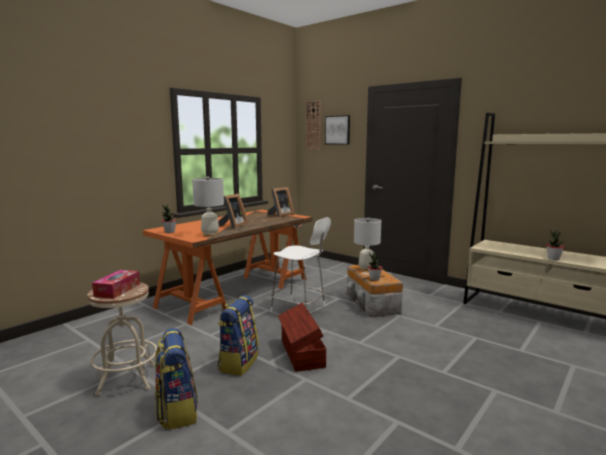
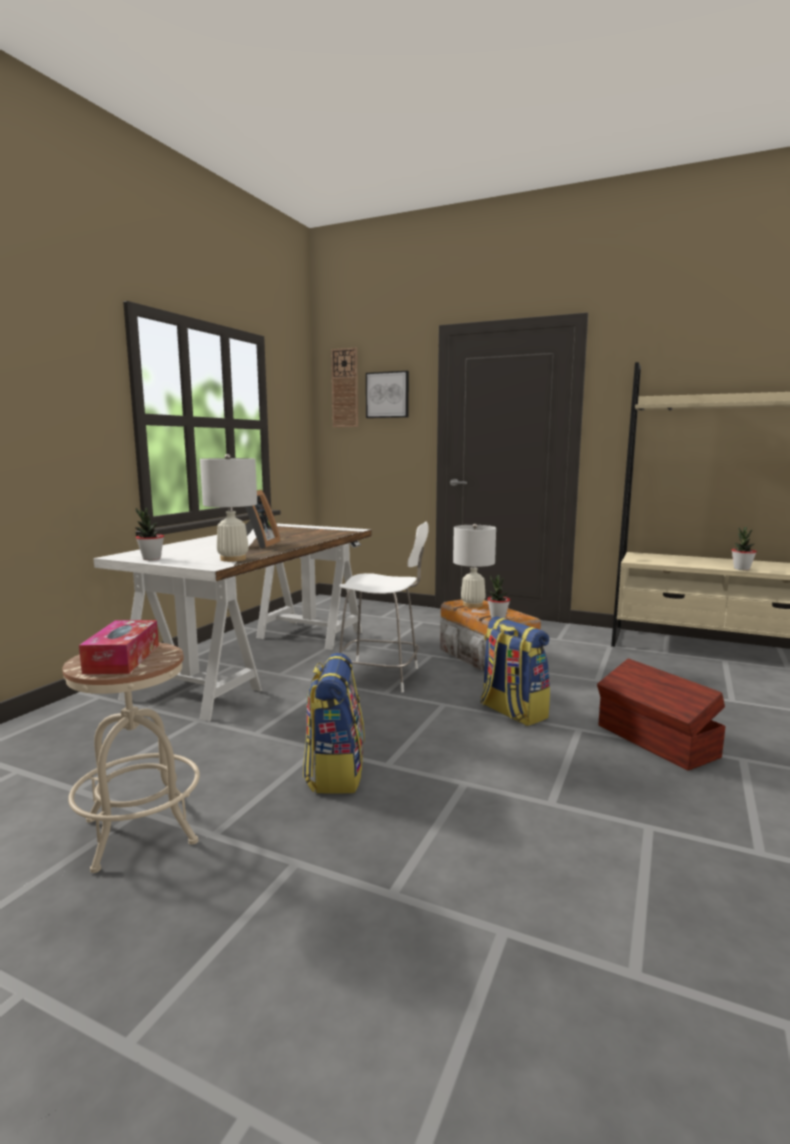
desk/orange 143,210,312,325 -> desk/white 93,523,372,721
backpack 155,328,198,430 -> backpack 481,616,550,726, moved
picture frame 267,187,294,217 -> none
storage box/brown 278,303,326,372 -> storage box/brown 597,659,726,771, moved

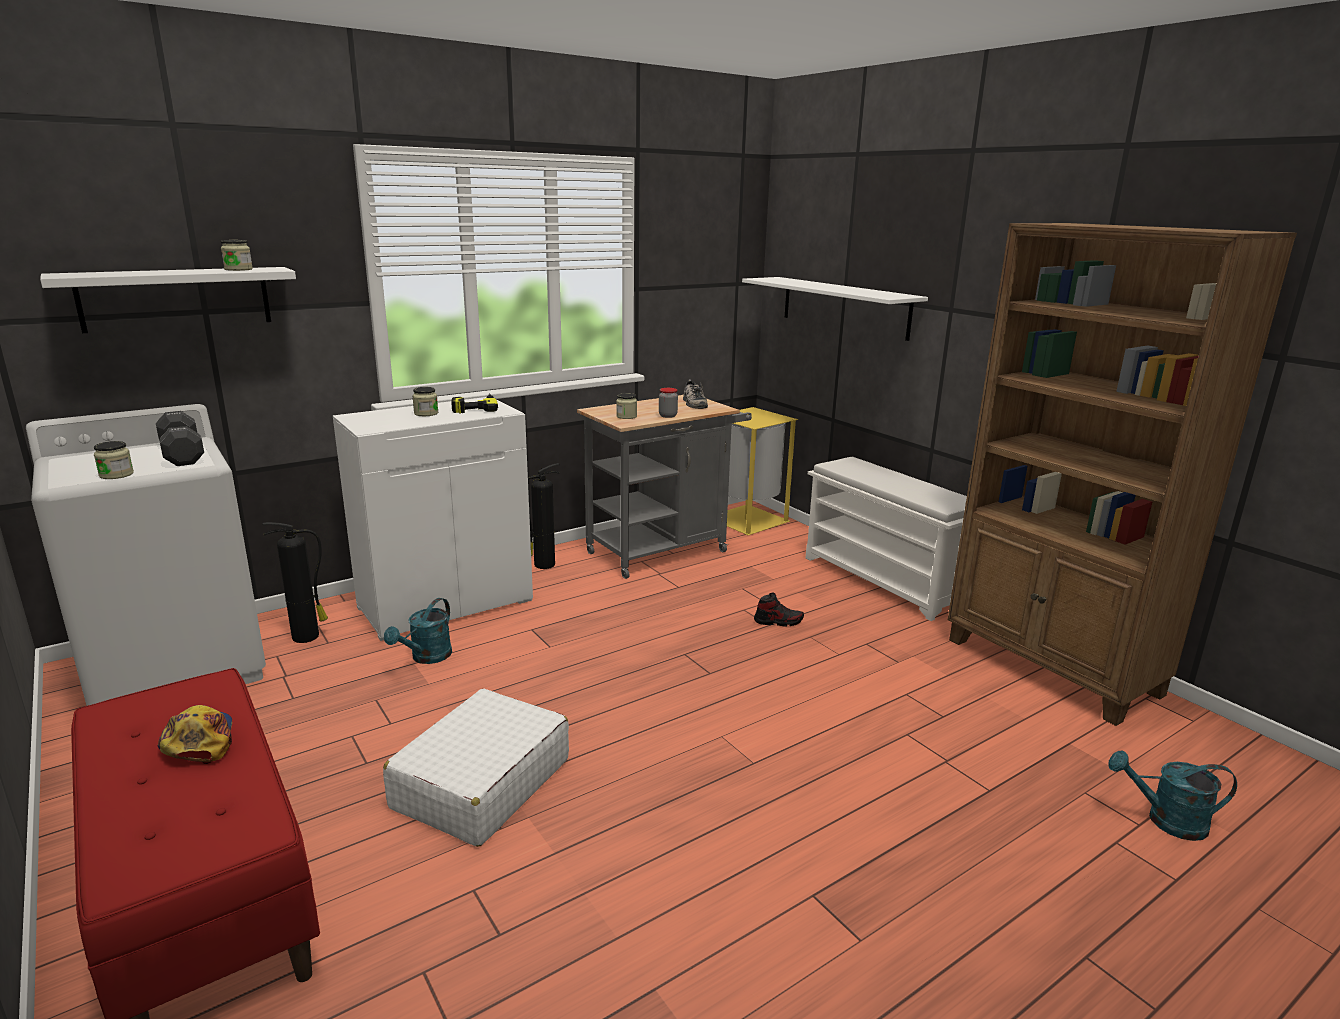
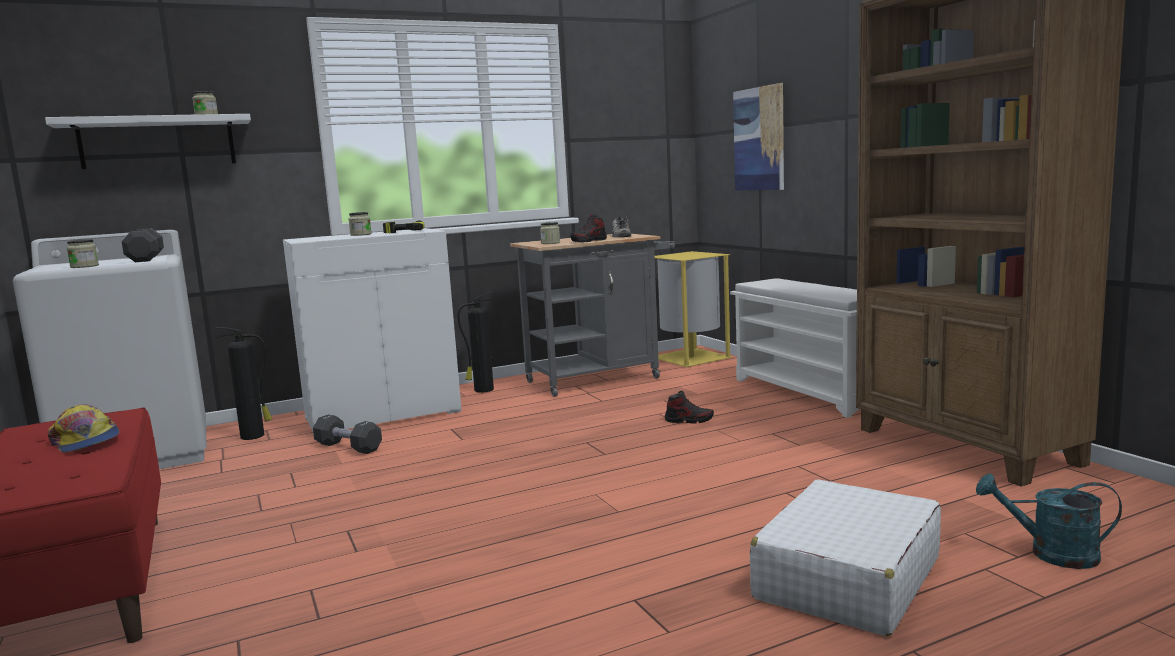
cap 157,705,232,762 -> cap 48,404,119,452, 150 degrees clockwise
suitcase/white 383,689,569,847 -> suitcase/white 750,480,941,636, moved
watering can/turquoise 384,598,452,664 -> dumbbell/black 313,414,382,454
jar 659,388,678,418 -> shoe 570,214,607,242
shelf/white 742,277,928,341 -> picture 733,83,784,190

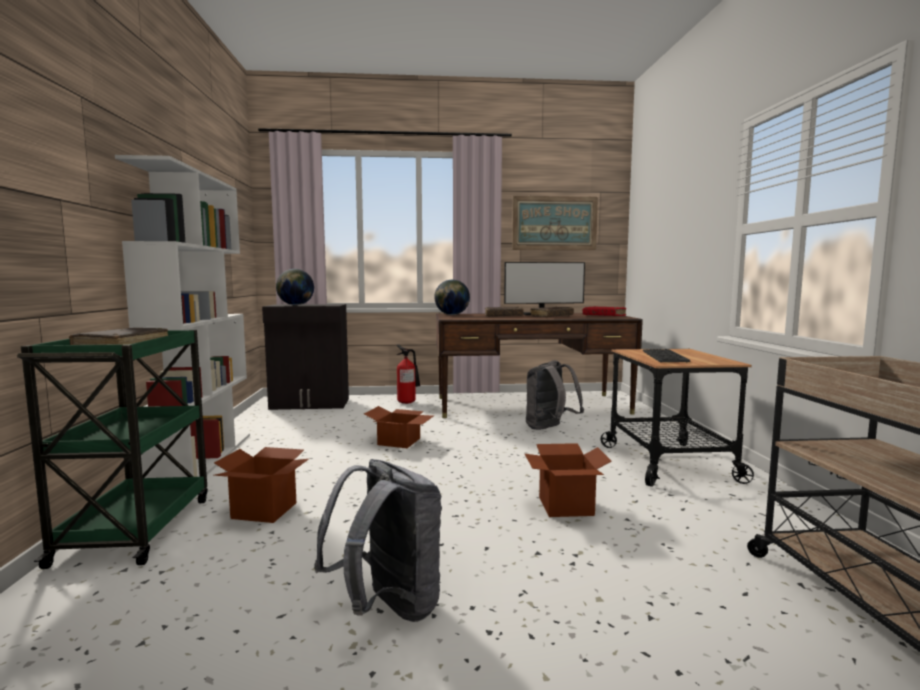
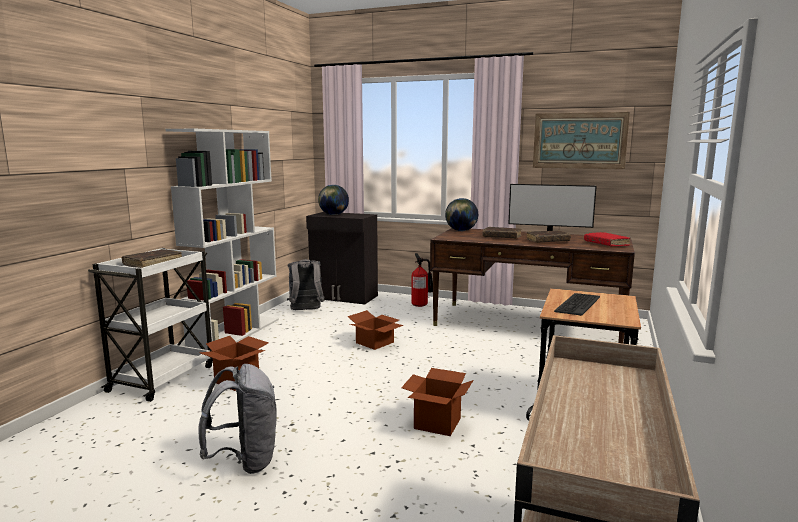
cart/green 17,330,208,569 -> cart/white 88,248,213,402
backpack/grey 526,360,584,430 -> backpack/grey 287,259,325,310, moved

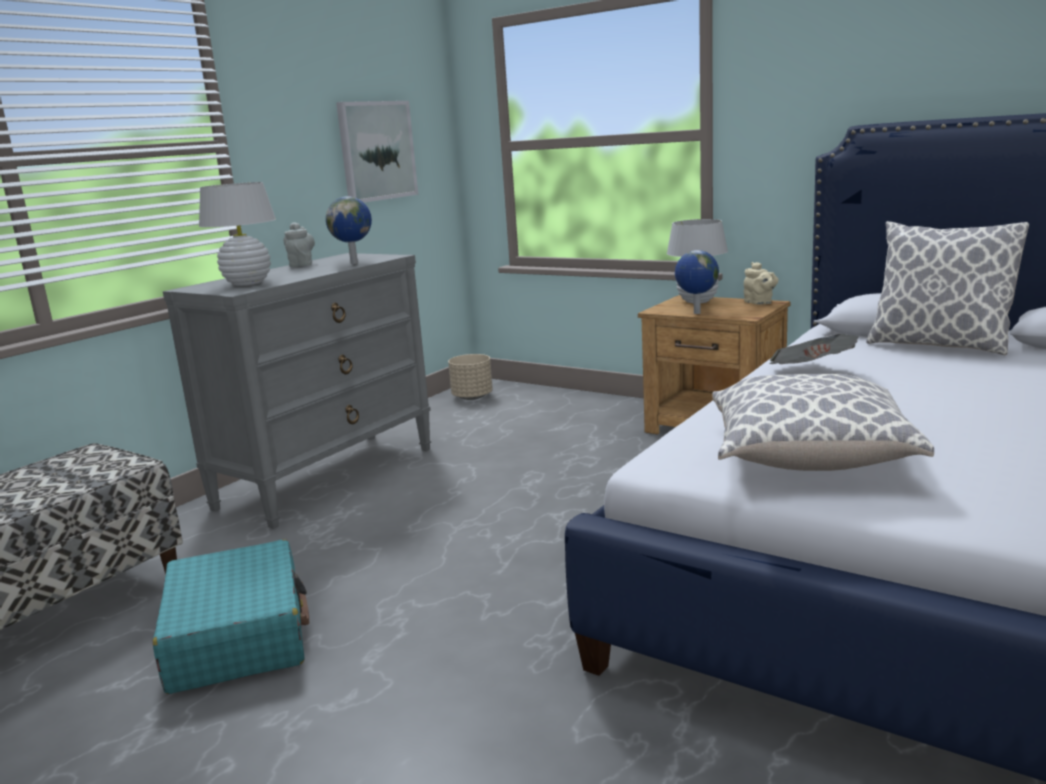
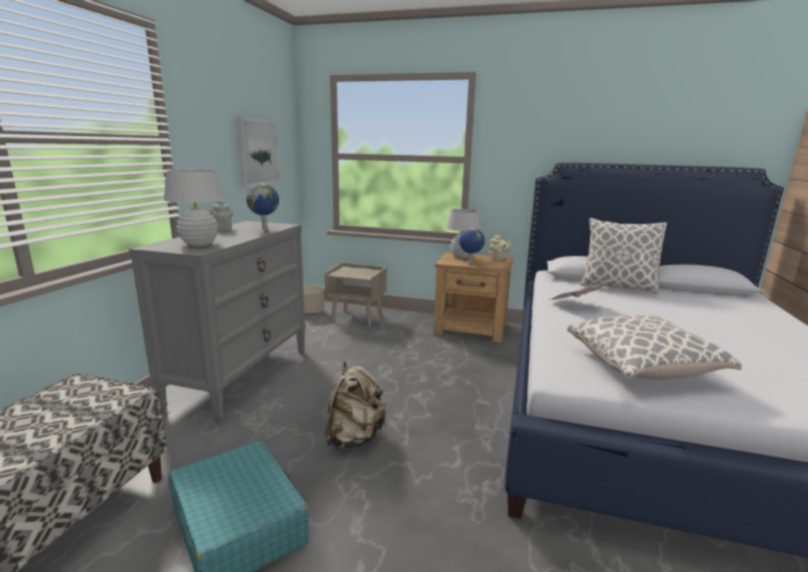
none -> nightstand/beige 325,263,387,327
none -> backpack/beige 325,361,386,450

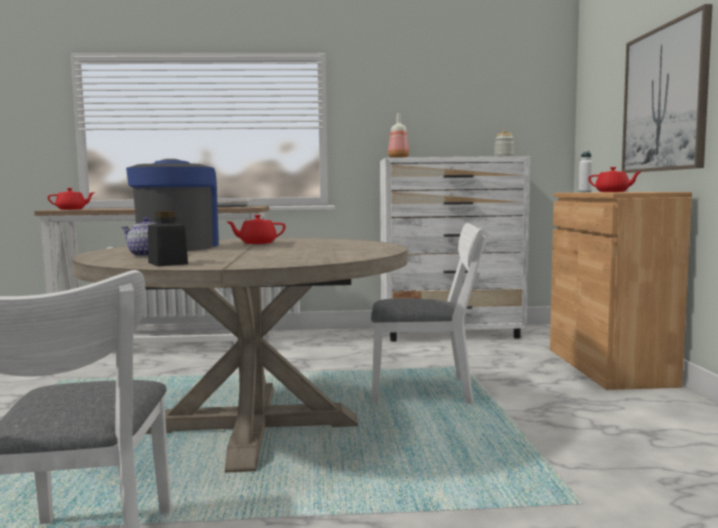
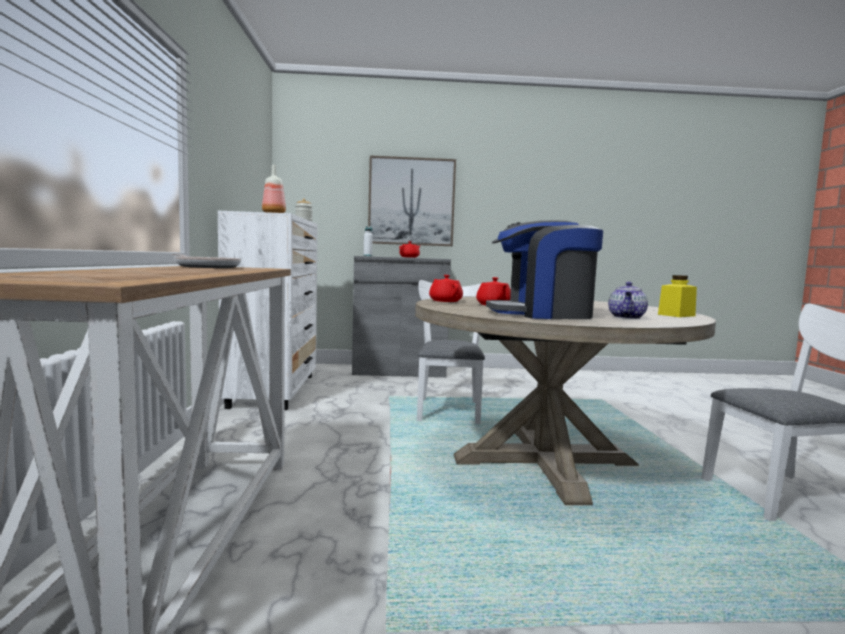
teapot/red 47,188,95,210 -> teapot/red 429,275,463,302, moved
jar/black 148,211,188,266 -> jar/yellow 658,275,697,317
cabinet/brown 550,192,692,390 -> cabinet/grey 352,256,451,377

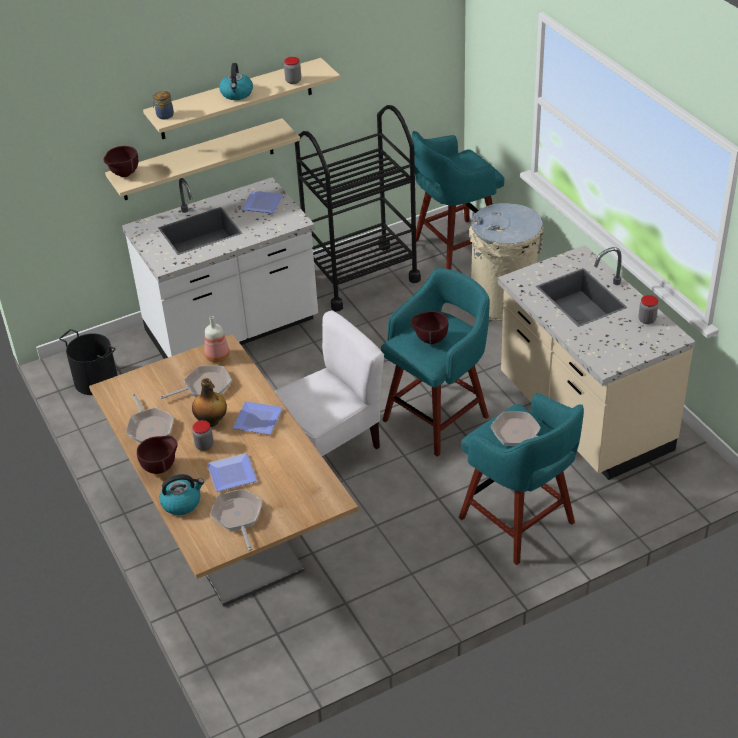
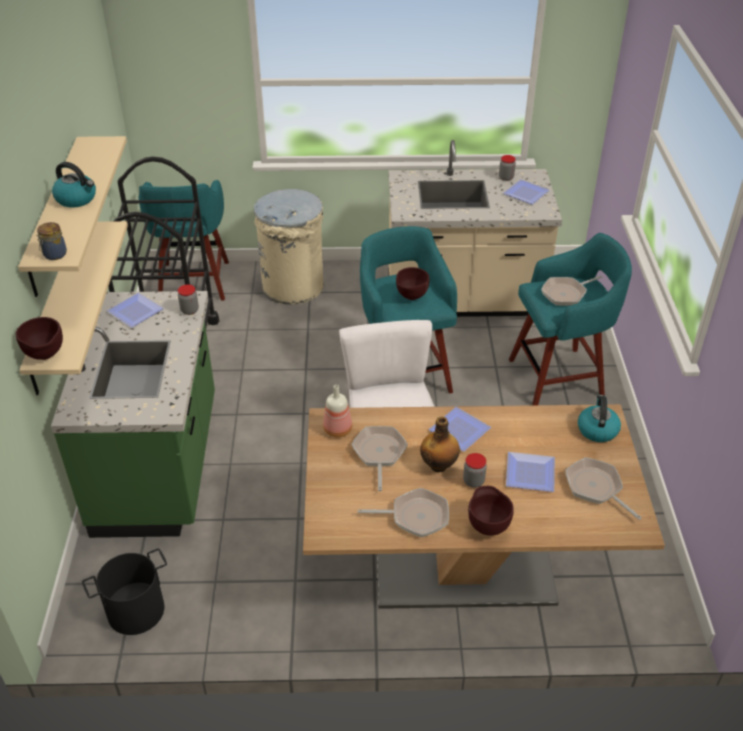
counter/white 122,177,318,359 -> counter/green 51,291,215,538
kettle 160,474,204,515 -> kettle 578,395,621,442, moved
frying pan 210,489,263,551 -> frying pan 565,457,642,520, 45 degrees clockwise
jar 284,57,301,84 -> jar 178,284,199,315, moved
none -> plate 503,179,550,205

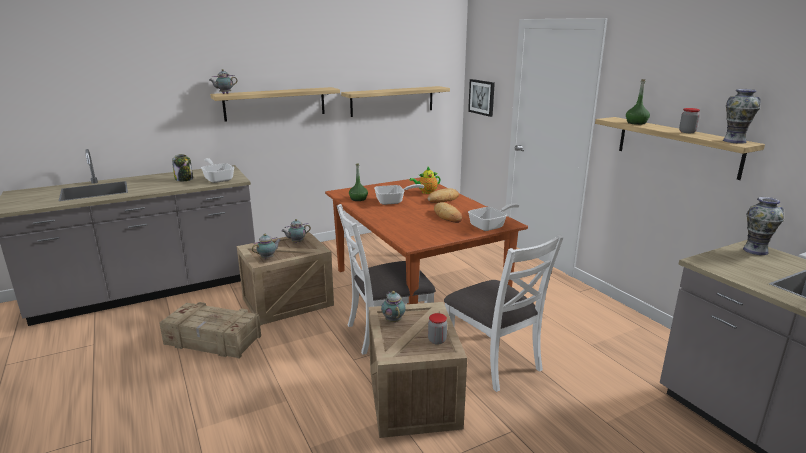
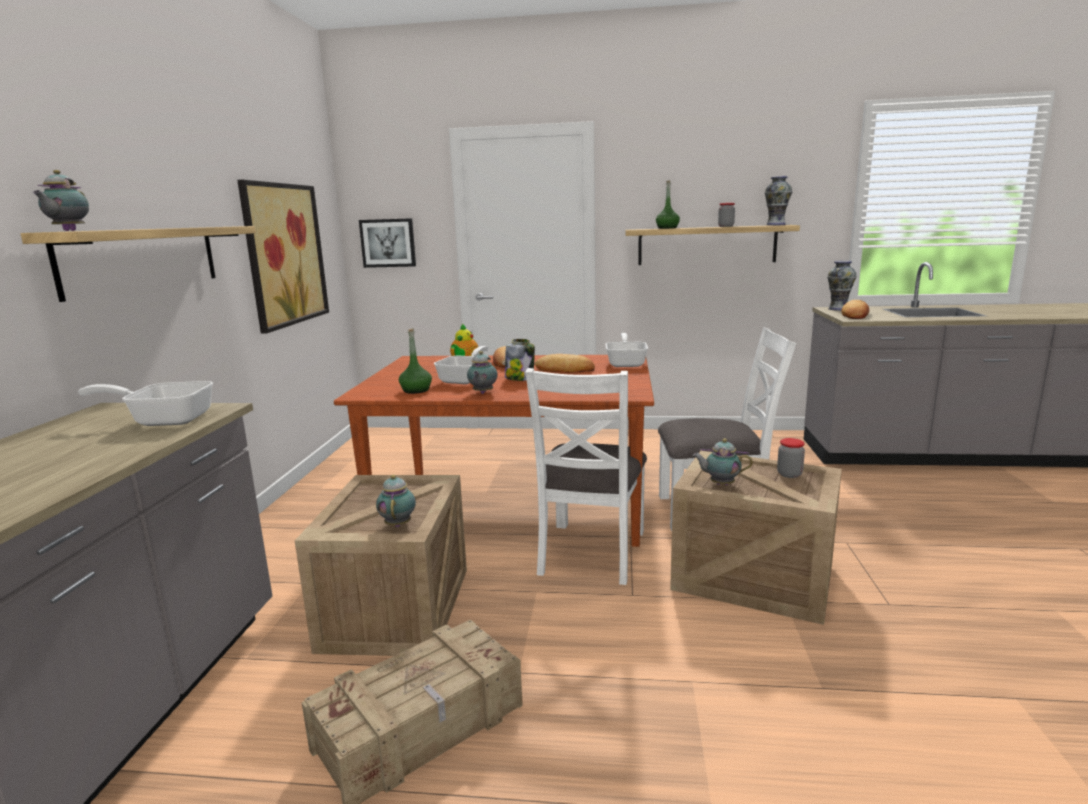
jar 172,154,193,181 -> jar 505,339,535,381, moved
teapot 281,219,311,243 -> teapot 467,351,498,394, moved
shelf 341,86,450,117 -> picture 237,180,329,334
none -> bread 841,300,869,319

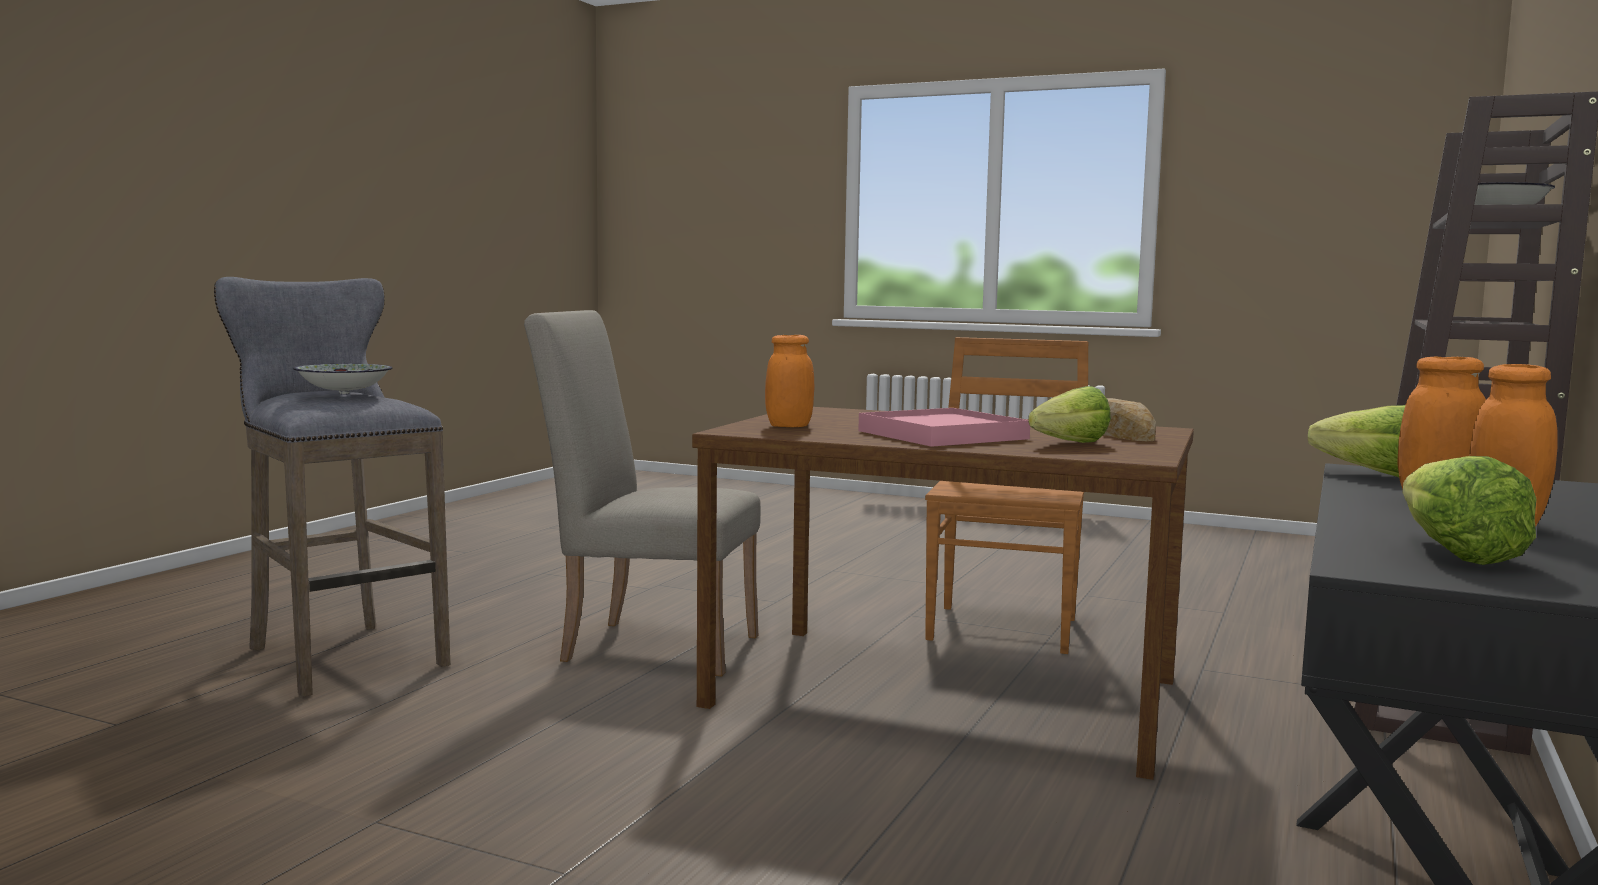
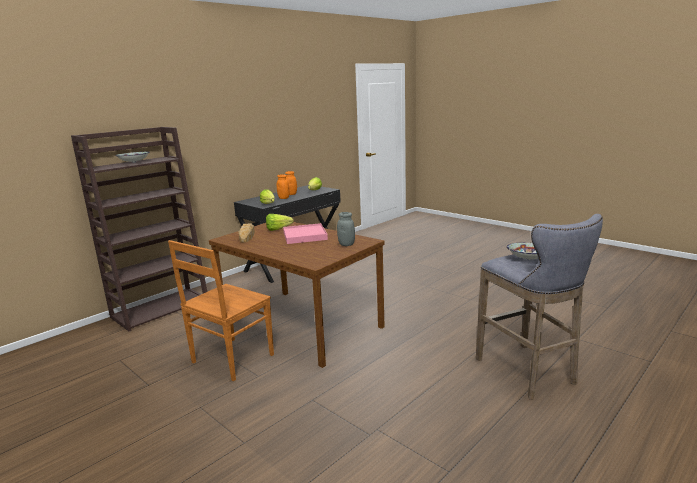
chair/beige 524,310,761,676 -> none
jar/orange 765,335,814,427 -> jar/grey 337,212,355,246

